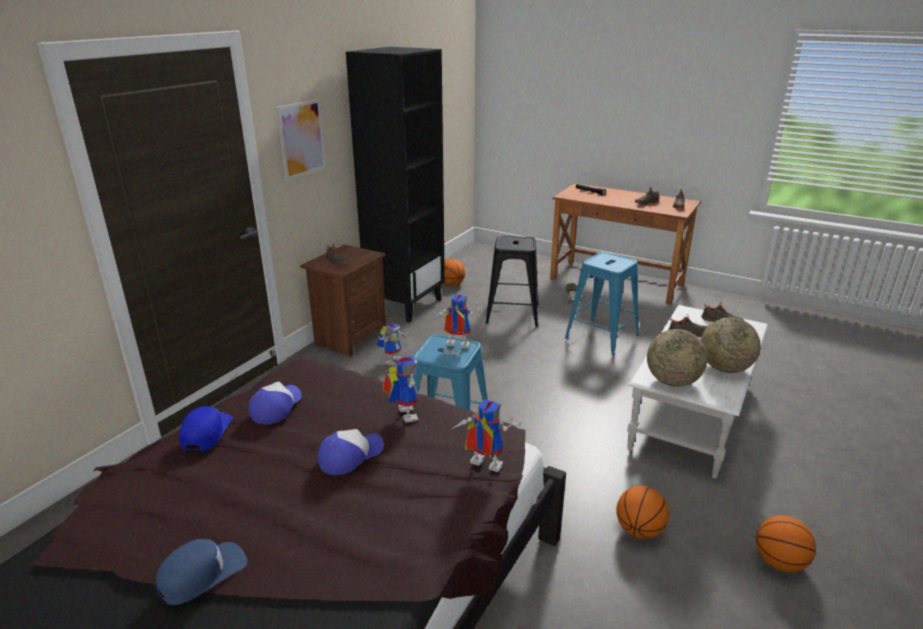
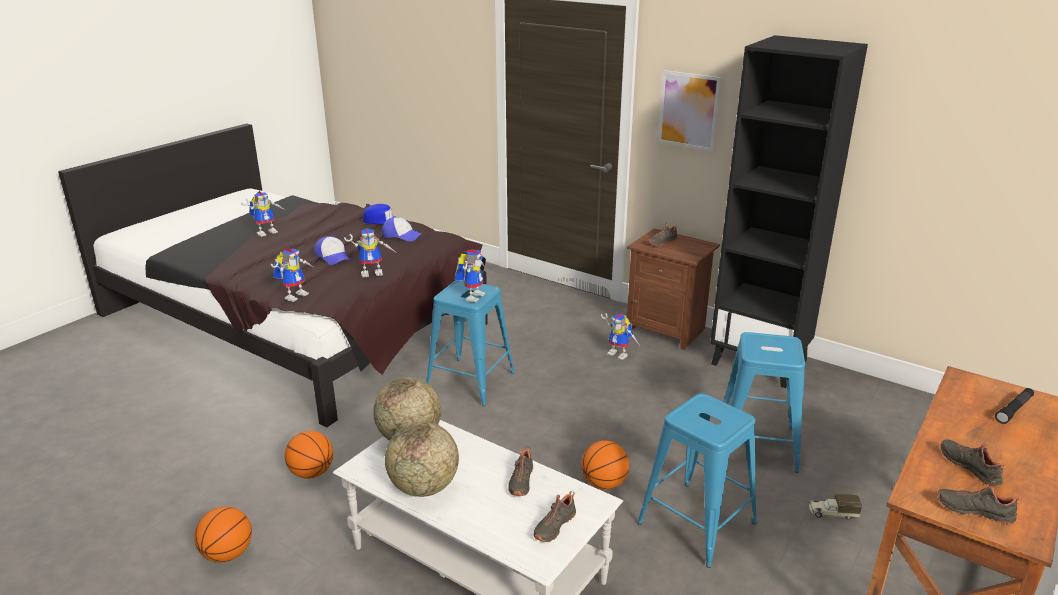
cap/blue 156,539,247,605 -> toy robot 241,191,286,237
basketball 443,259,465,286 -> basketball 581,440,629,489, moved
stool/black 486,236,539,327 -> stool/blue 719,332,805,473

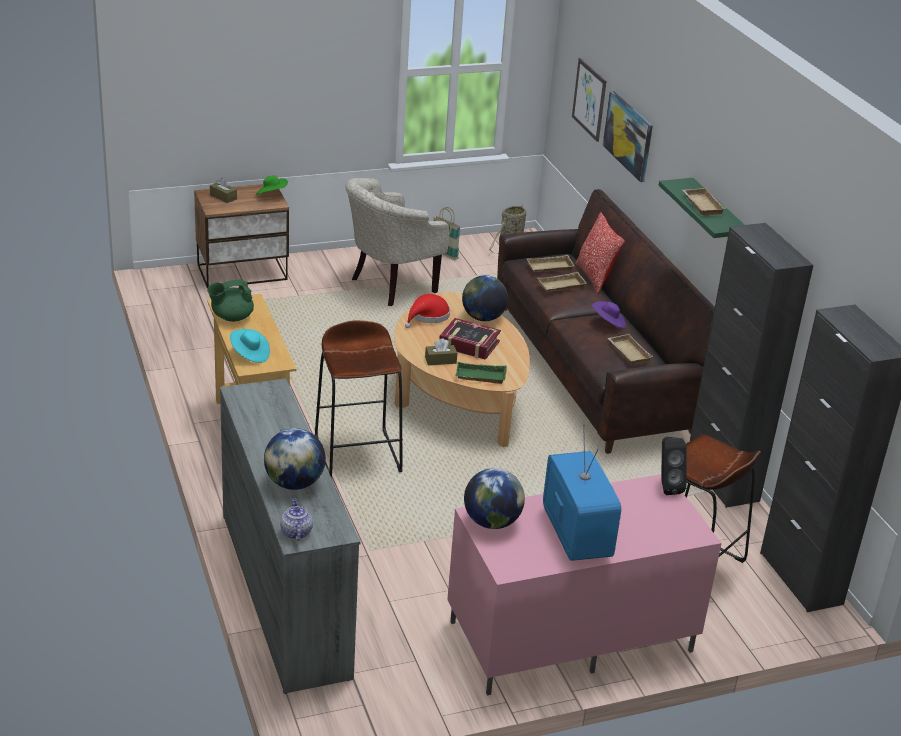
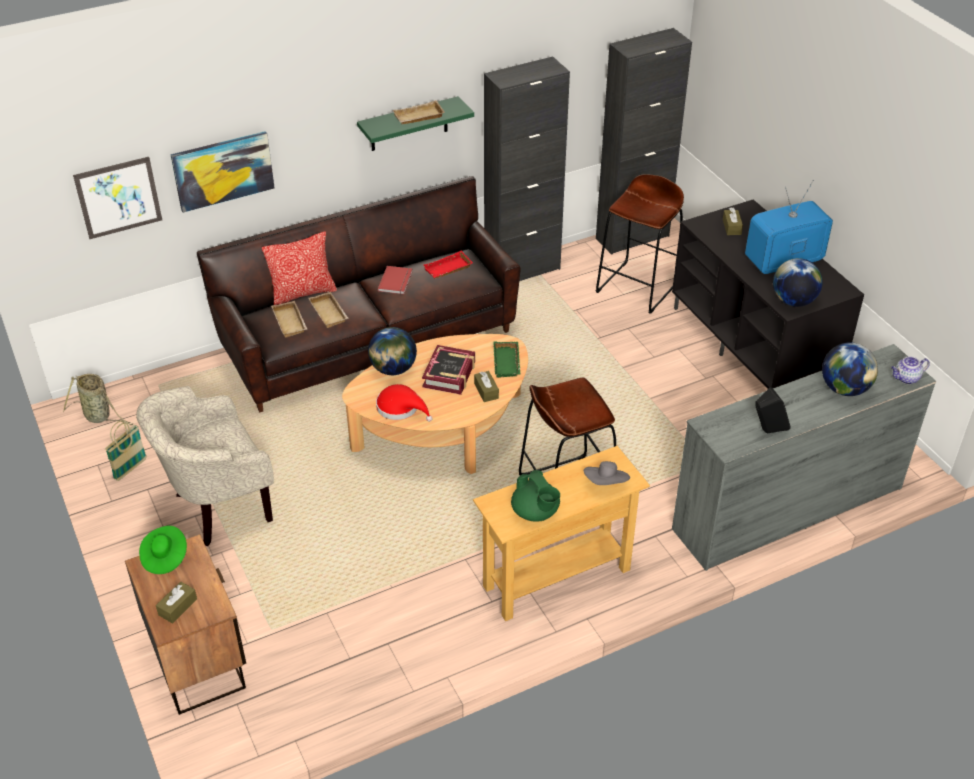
hat/turquoise 230,329,270,363 -> hat/grey 584,461,630,485
armchair/beige 345,178,449,306 -> armchair/beige 136,386,274,546, 105 degrees clockwise
tv stand/pink 447,474,722,696 -> tv stand/black 672,199,864,389
hat/purple 592,301,626,328 -> book/red 378,266,413,294
tray/beige 608,334,653,365 -> tray/red 423,250,473,279
speaker/black 661,437,687,495 -> speaker/black 756,387,791,433, moved
none -> tissue box/brown 723,208,743,235

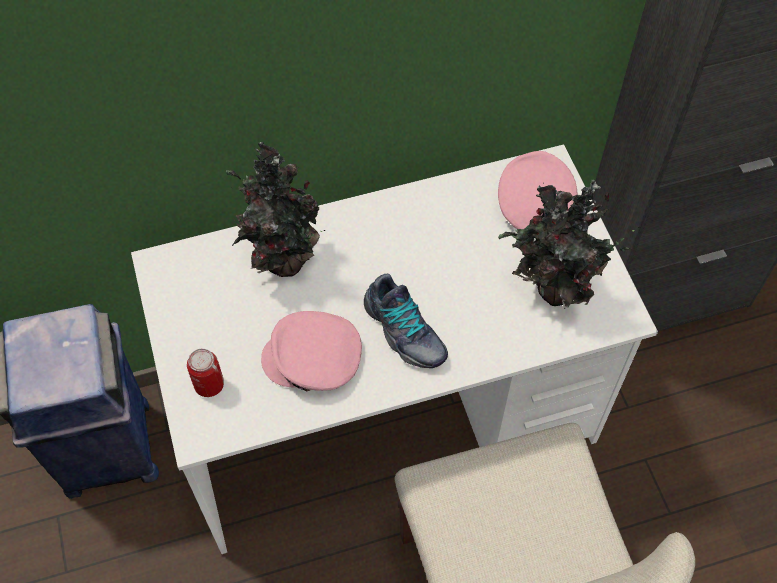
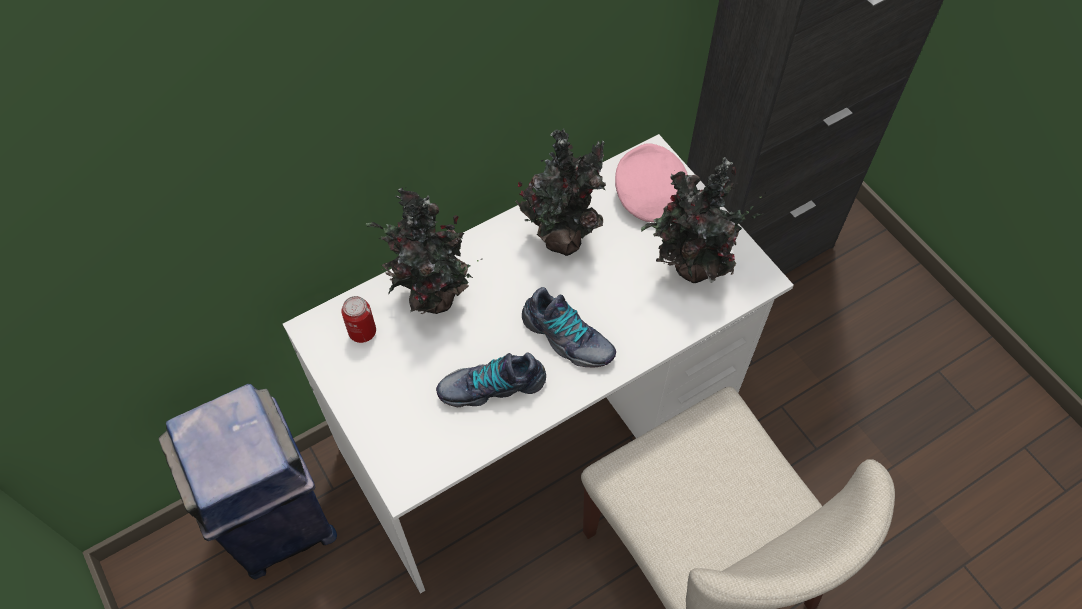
can 187,349,224,397 -> can 341,296,376,343, moved
cap/pink 261,311,362,391 -> shoe 436,352,546,407
none -> potted plant 515,129,606,256

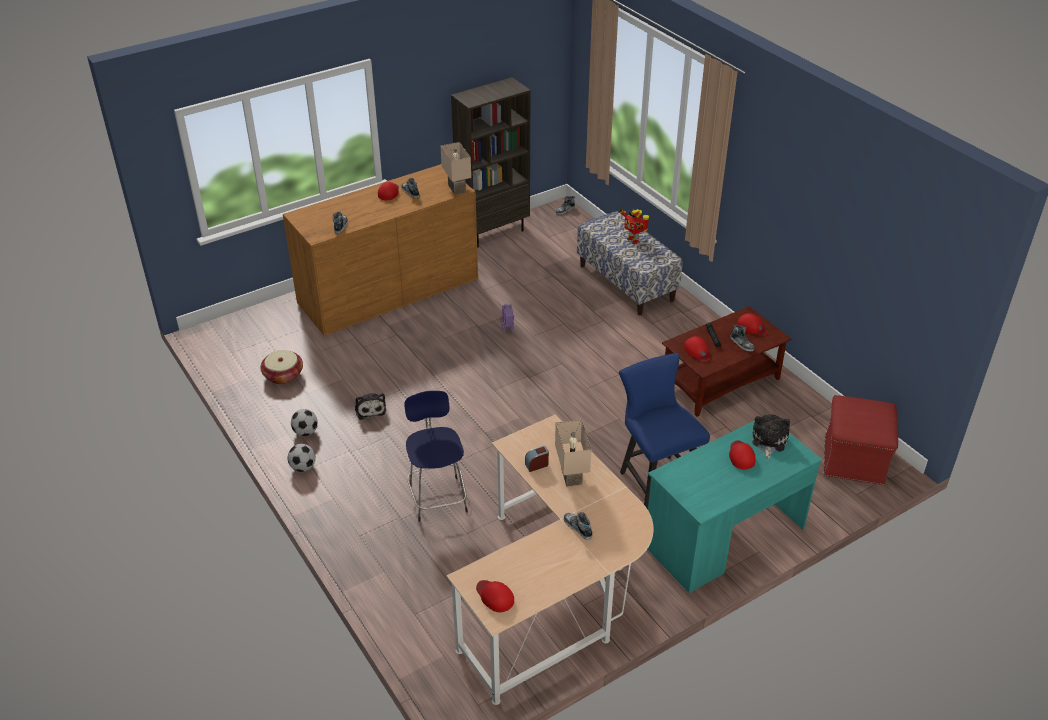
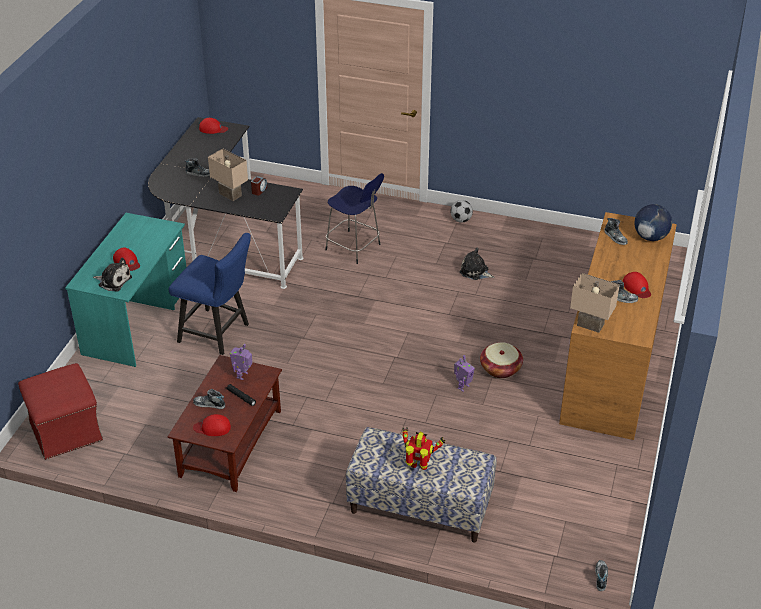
basket 260,350,303,385 -> basket 480,342,523,378, moved
football 291,409,318,436 -> none
desk/beige 447,415,654,705 -> desk/black 148,117,304,289
bookcase/brown 451,77,530,247 -> none
cap/red 684,336,711,362 -> toy robot 229,344,252,380
plush toy 752,414,790,459 -> plush toy 93,258,132,292, 45 degrees counterclockwise
none -> globe 635,204,672,241

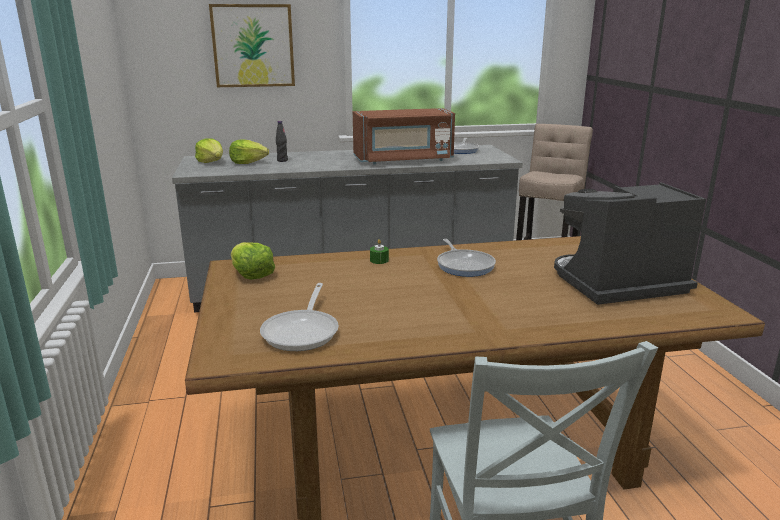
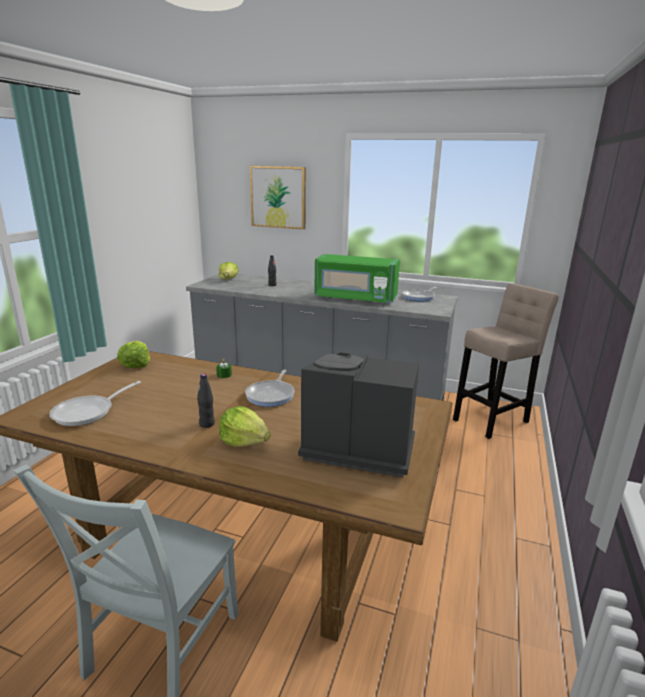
lettuce 229,139,269,164 -> lettuce 219,406,271,446, moved
microwave/brown 353,108,455,165 -> microwave/green 314,254,400,304
none -> bottle/black 197,374,215,428

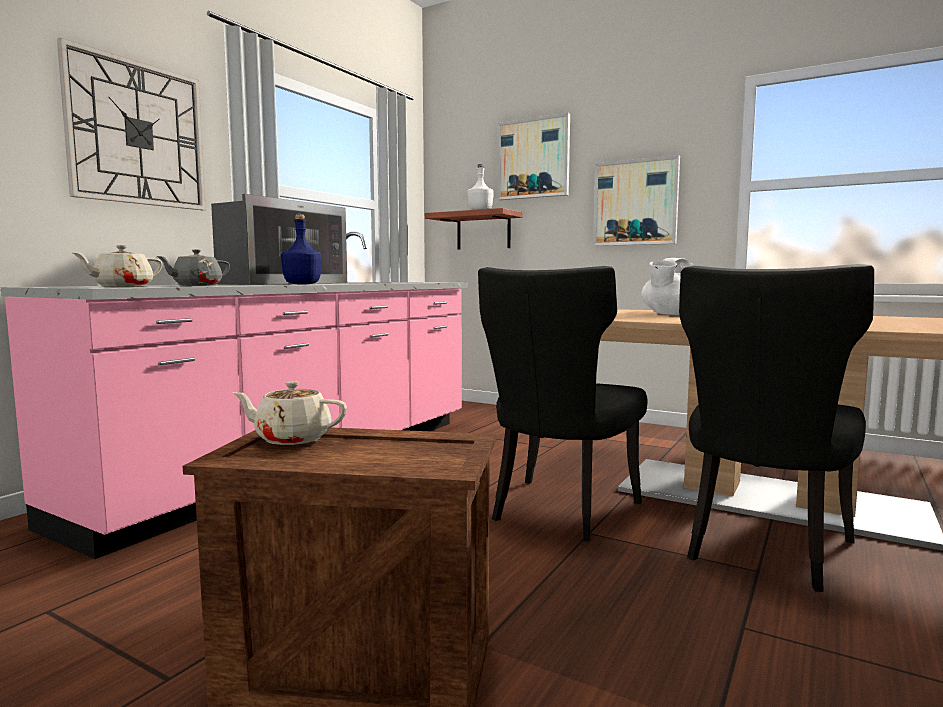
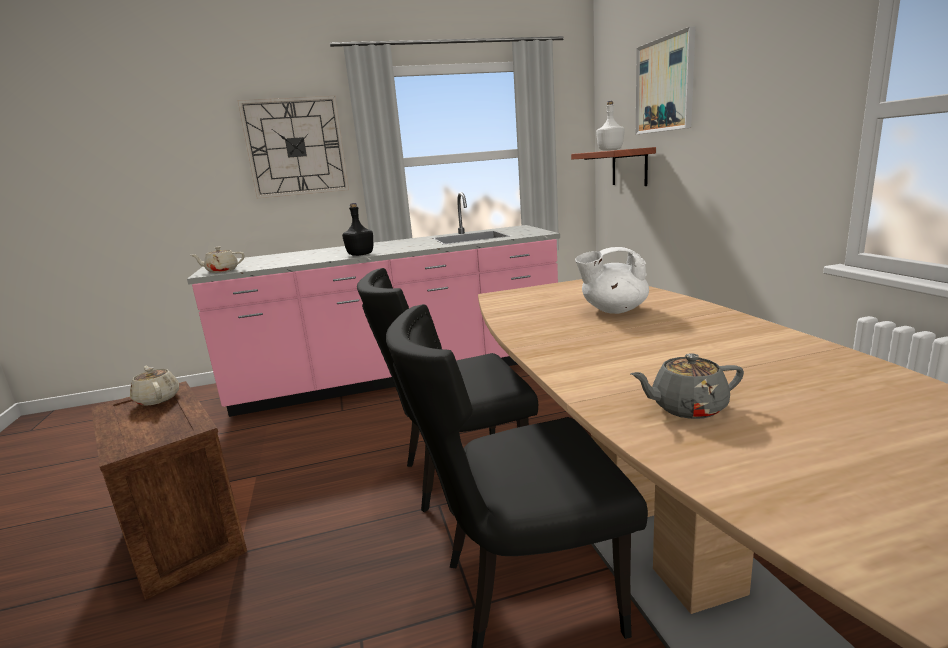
teapot/grey 156,249,230,286 -> teapot/grey 631,353,744,419, moved
microwave 211,194,347,285 -> none
bottle/blue 281,214,322,285 -> bottle/black 342,203,373,256
picture 593,155,680,246 -> none

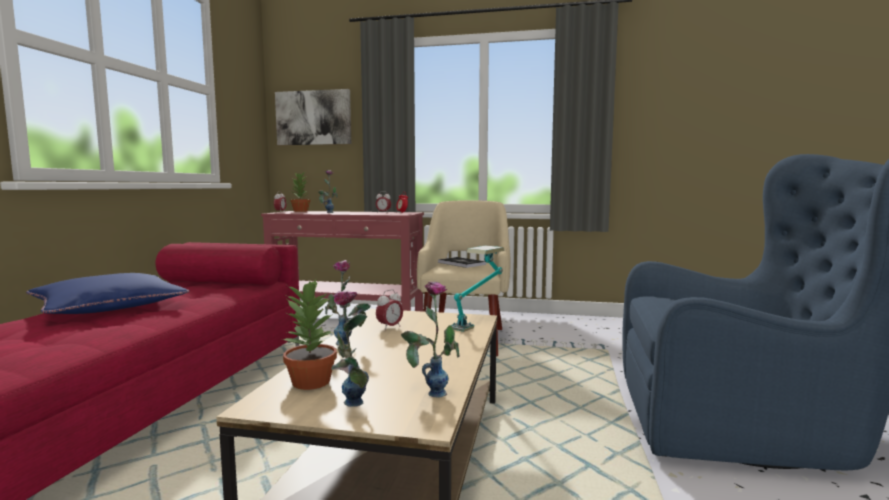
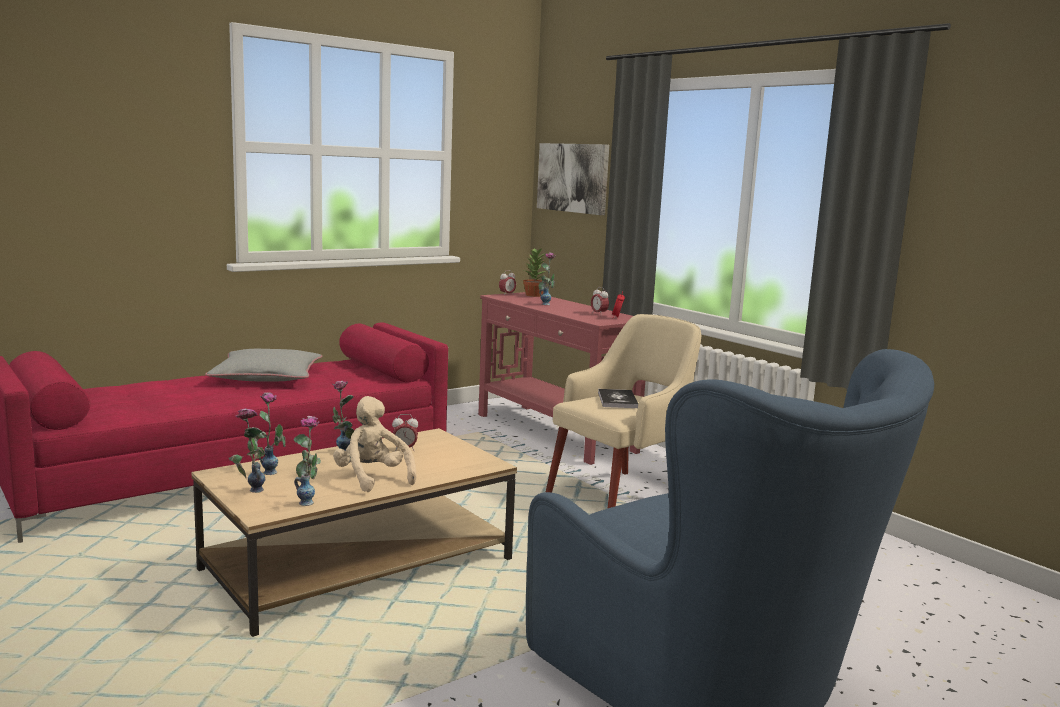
pillow/blue 26,273,189,314 -> pillow/grey 205,349,322,382
potted plant 282,279,337,390 -> vase 245,393,286,475
table lamp 451,246,505,332 -> none
none -> plush toy/beige 333,396,417,492

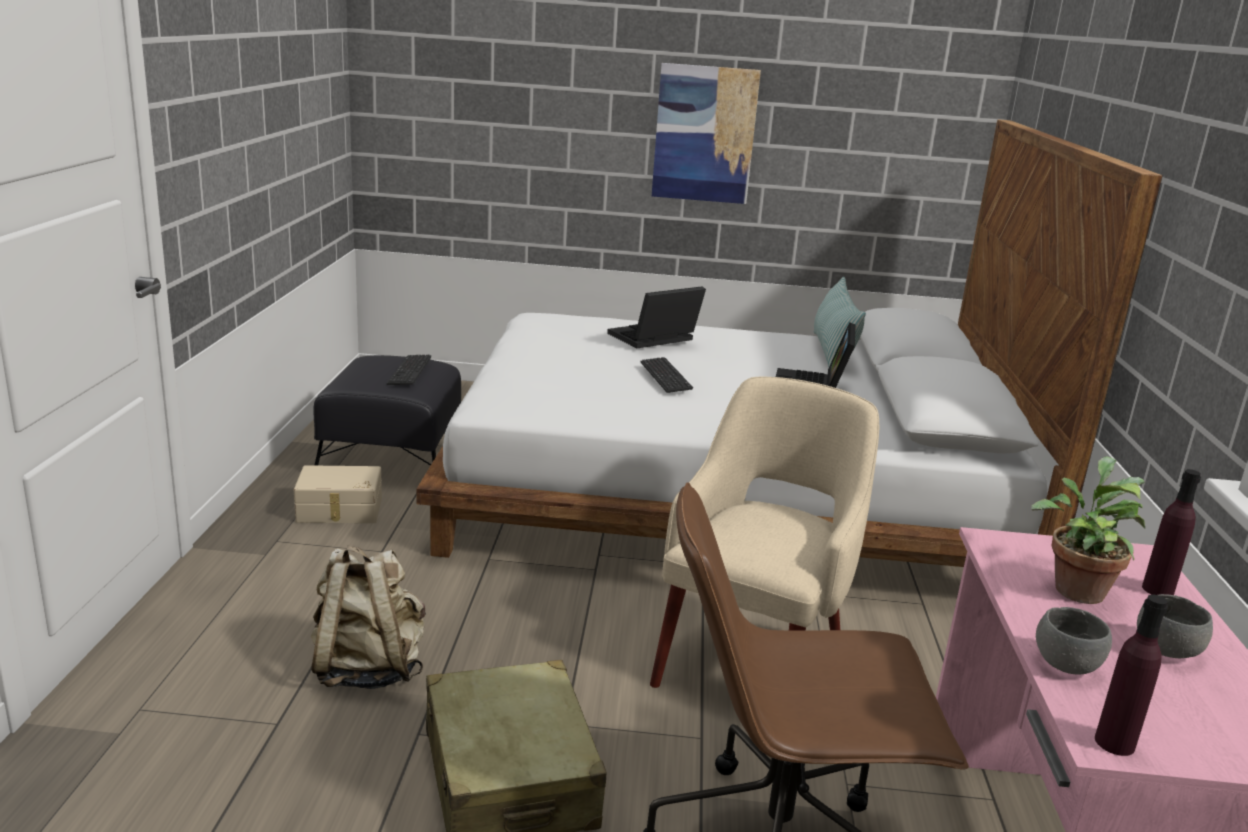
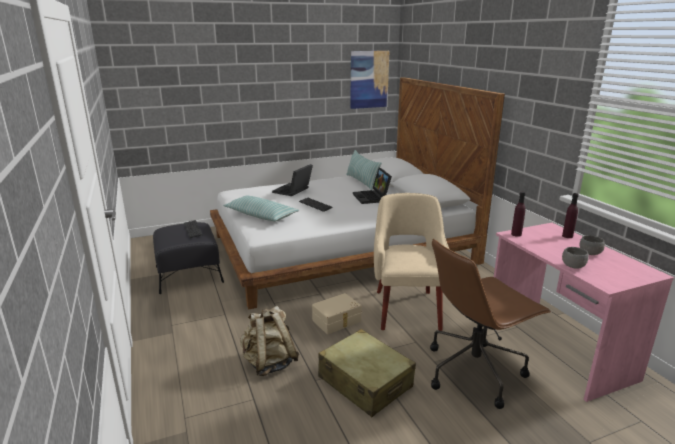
storage box/beige 294,465,382,523 -> storage box/beige 312,293,362,334, moved
picture 652,63,761,204 -> picture 350,51,389,109, moved
potted plant 1031,456,1145,604 -> none
bottle/purple 1095,594,1168,756 -> bottle/purple 511,192,525,237, moved
none -> pillow 223,195,299,221

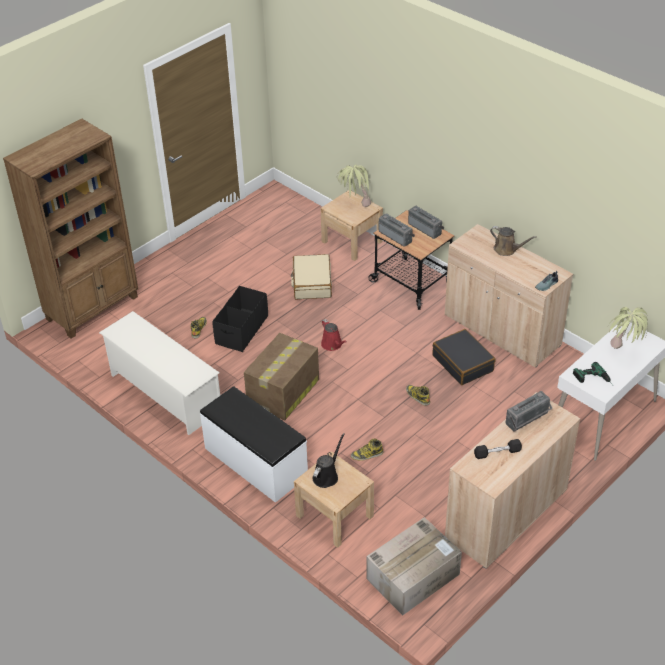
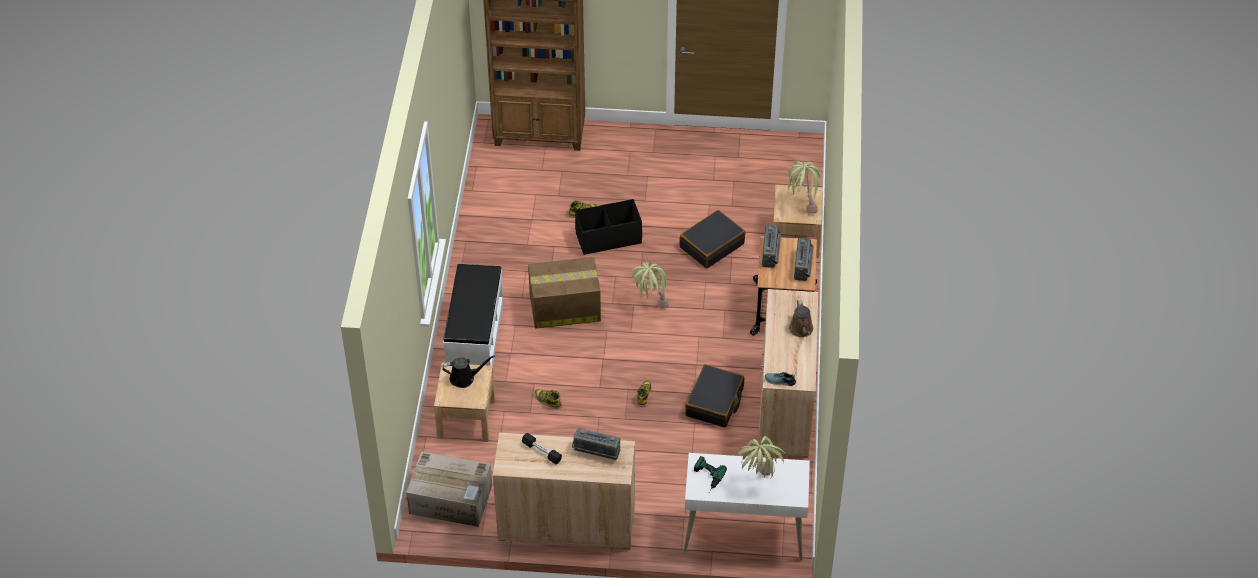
shoe rack/white 99,311,220,435 -> none
suitcase/beige 291,254,332,299 -> suitcase/black 680,210,745,268
watering can/red 321,319,347,351 -> potted plant 631,262,669,309

